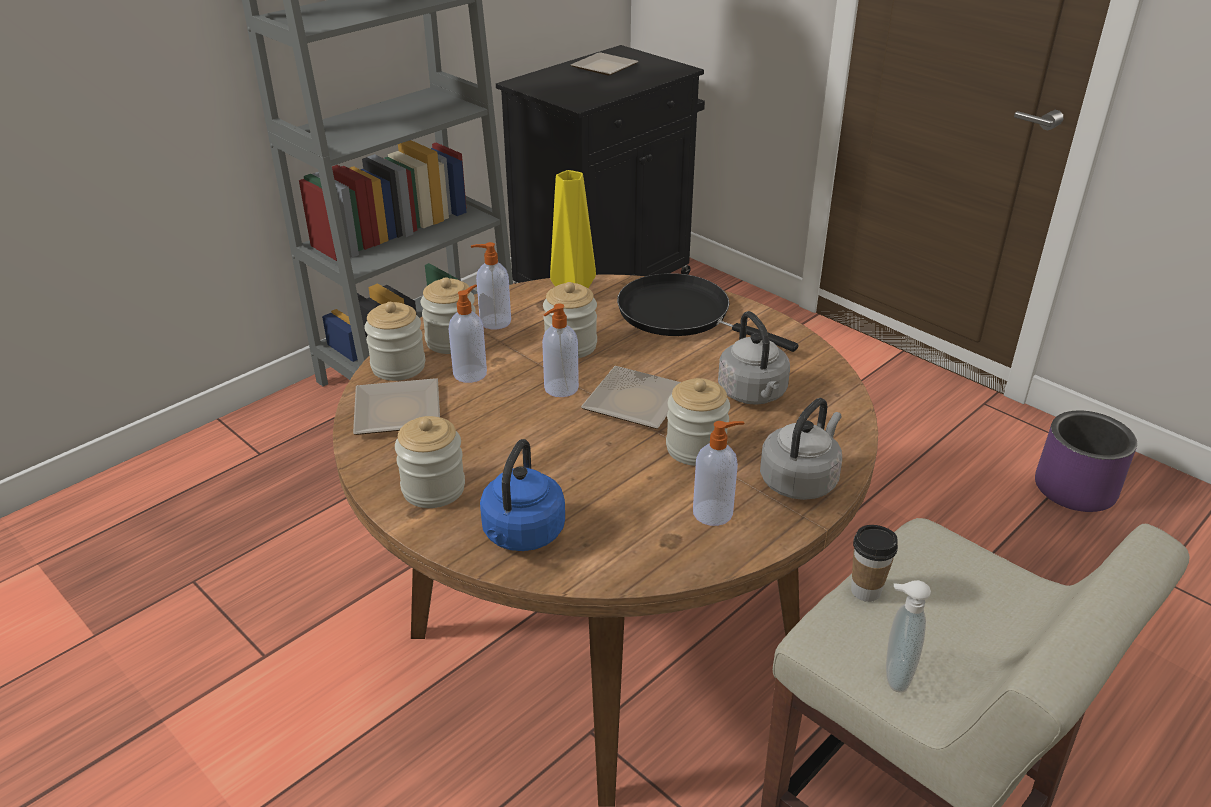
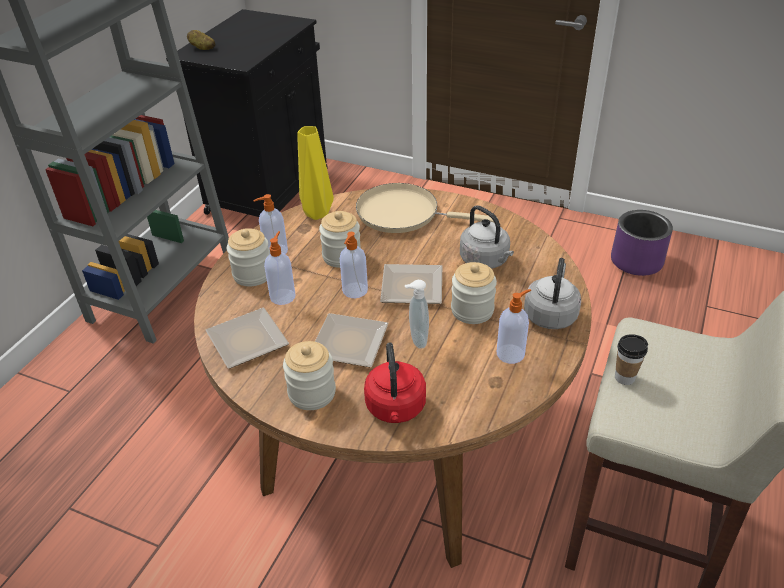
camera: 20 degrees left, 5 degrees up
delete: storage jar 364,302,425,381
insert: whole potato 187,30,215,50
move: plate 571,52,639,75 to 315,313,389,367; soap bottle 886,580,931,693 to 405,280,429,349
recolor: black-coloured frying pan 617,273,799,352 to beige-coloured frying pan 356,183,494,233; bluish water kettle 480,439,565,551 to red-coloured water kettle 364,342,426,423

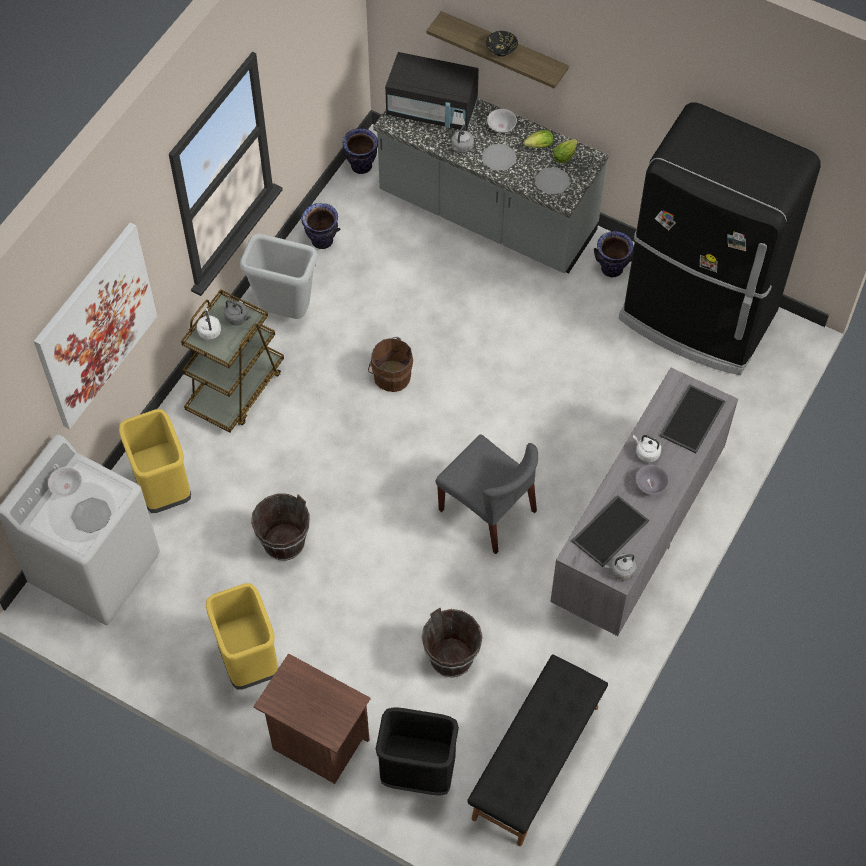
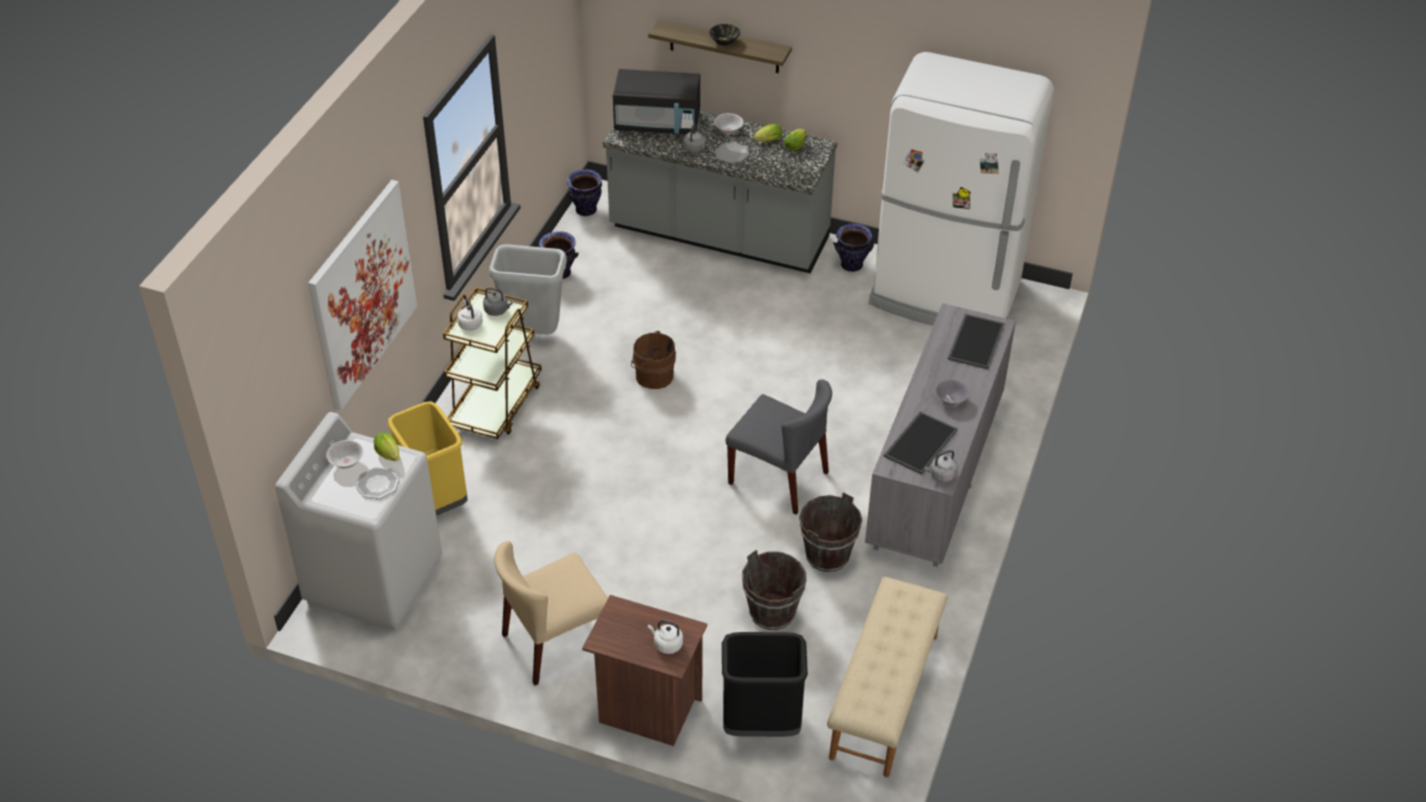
camera: 10 degrees left, 15 degrees down
delete: plate 535,167,570,195
insert: lettuce head 374,432,400,461
move: white water kettle 633,435,661,462 to 648,620,683,654; brown-coloured pail 251,493,310,560 to 799,492,862,572
replace: yellow trash can 206,583,278,690 to beige-coloured upright chair 494,541,608,686
recolor: black-coloured long seat 467,654,608,846 to beige-coloured long seat 827,577,948,777; black-coloured fridge 619,102,821,375 to white fridge 869,52,1054,326

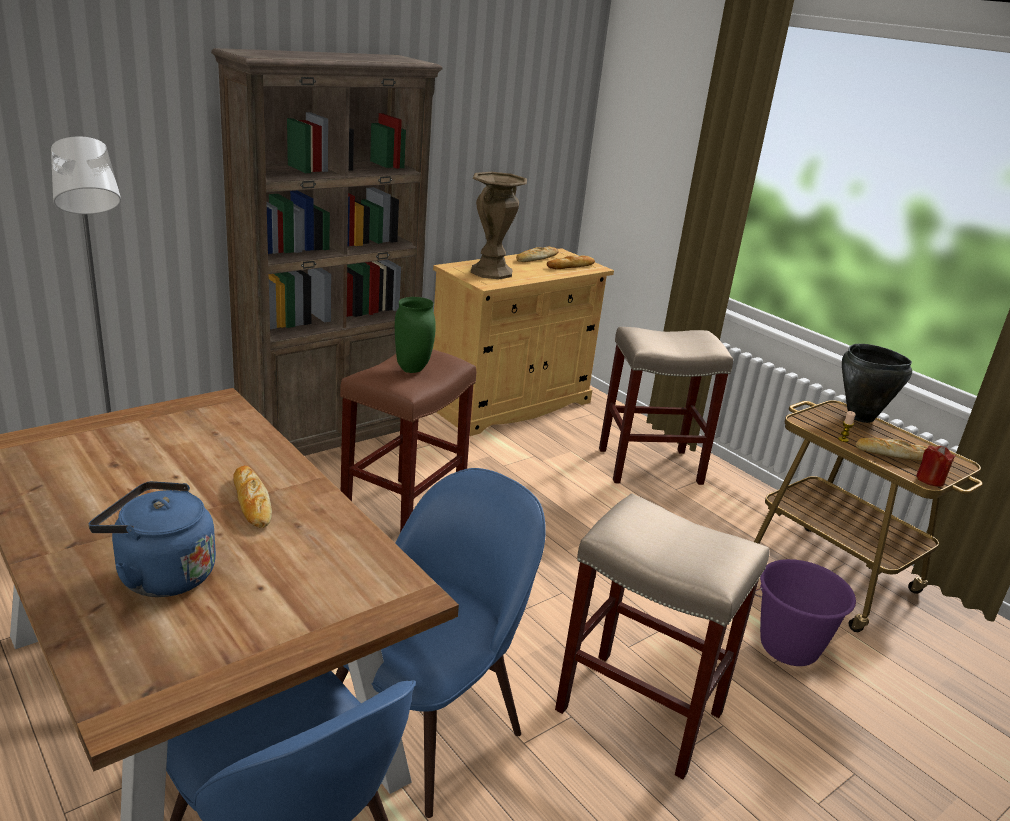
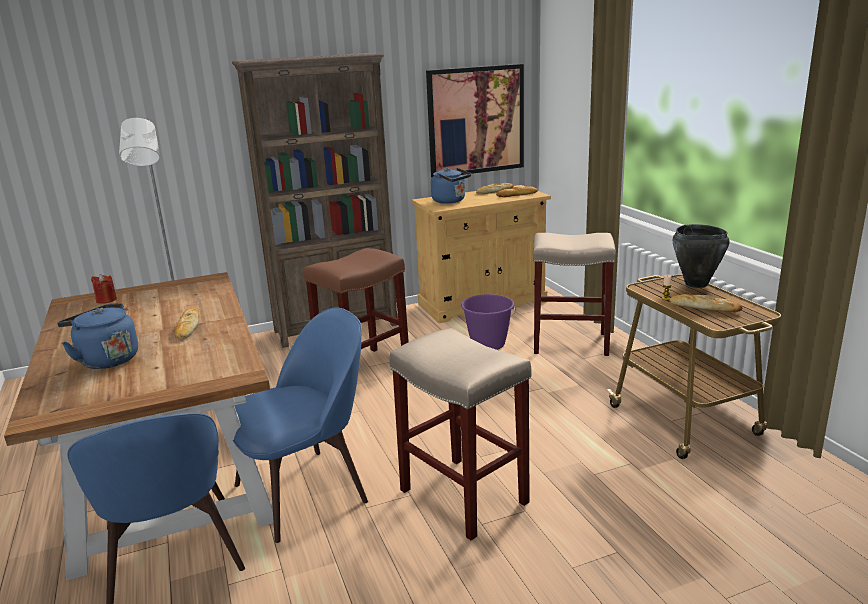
camera: 20 degrees right, 5 degrees down
delete: green-coloured flower vase 395,297,436,373
insert: picture 426,64,524,178
move: red-coloured wax candle 916,445,956,487 to 91,274,117,304; purplish pail 755,559,856,666 to 461,294,516,350
replace: brown-coloured flower vase 471,172,527,279 to bluish water kettle 431,168,471,204

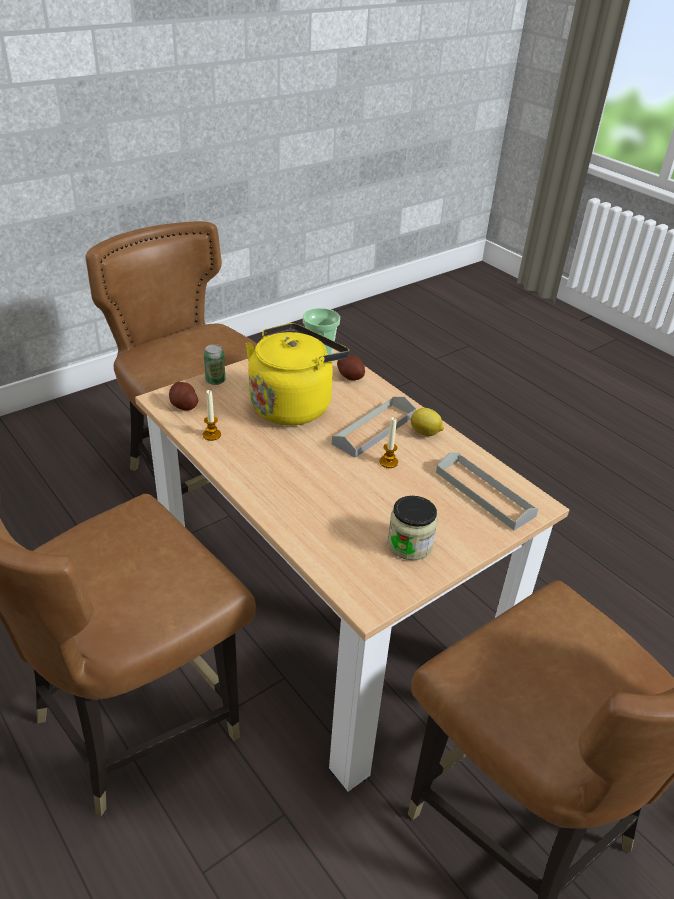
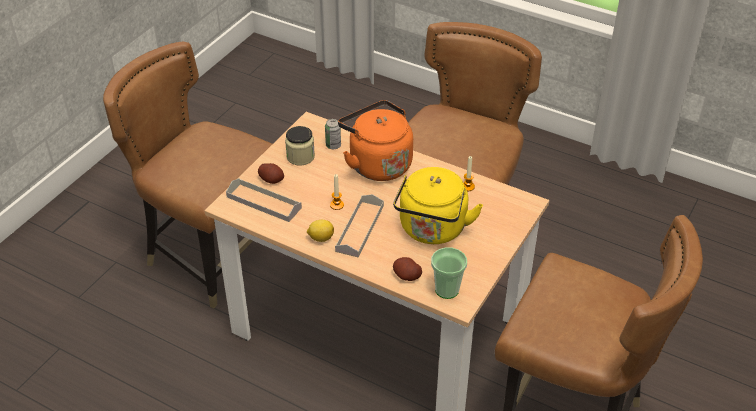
camera: 160 degrees right, 5 degrees up
insert: orange water kettle 338,100,413,181
move: whole potato 169,382,198,410 to 258,163,284,184; sealed can 204,344,225,385 to 325,119,341,149

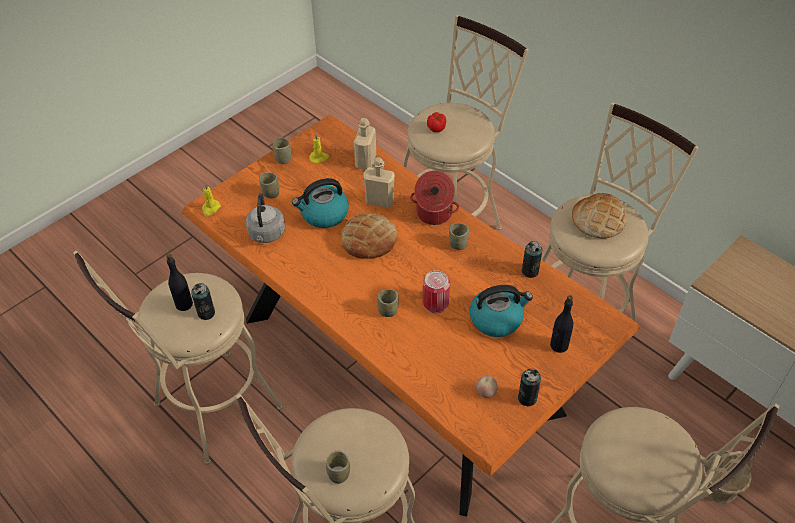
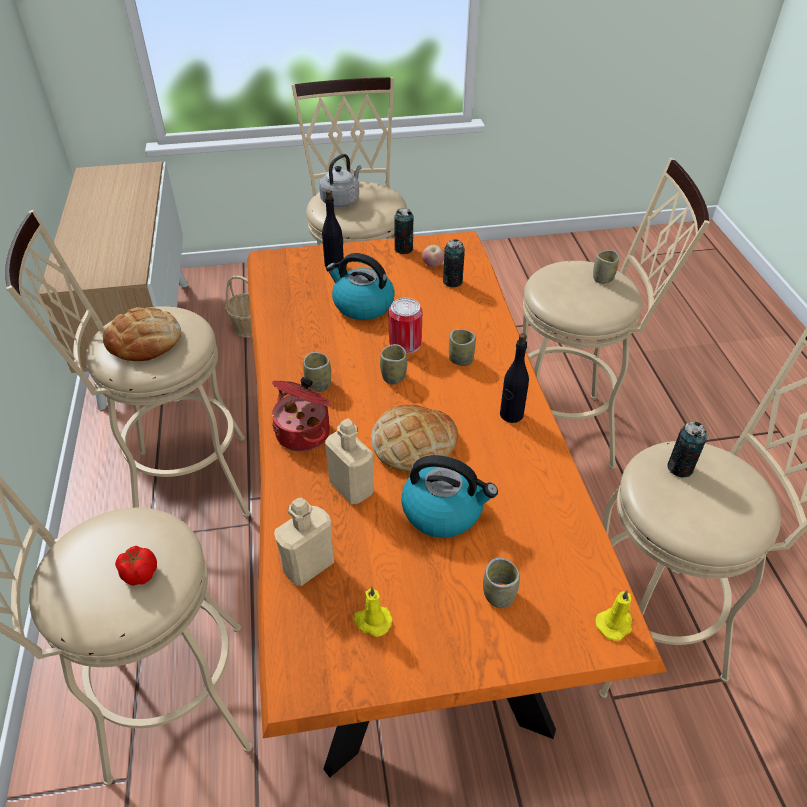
camera: 145 degrees left, 5 degrees down
move: gray water kettle 246,194,285,243 to 319,154,362,207; cup 273,137,291,164 to 380,344,407,385; sealed can 521,241,542,278 to 443,239,465,288; black-coloured beverage bottle 166,254,193,311 to 500,333,529,423

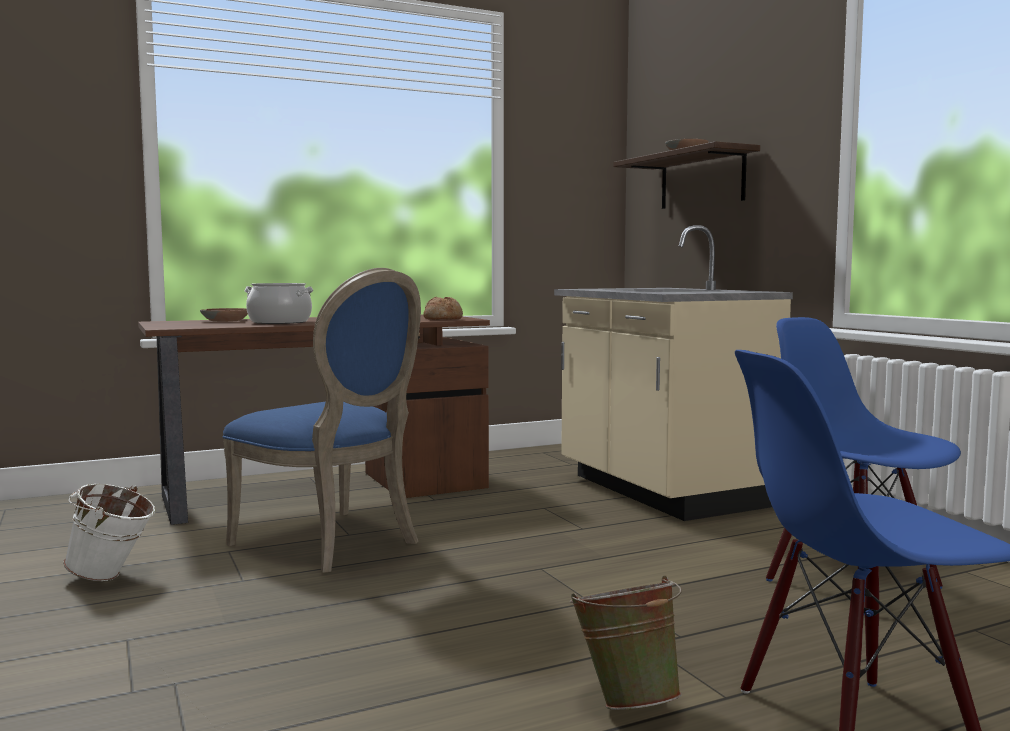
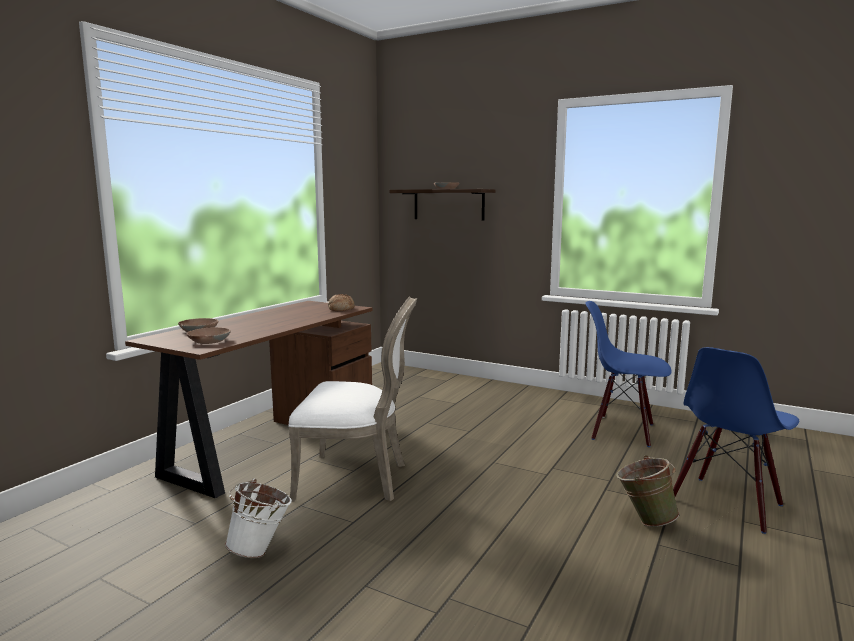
camera: 35 degrees left, 5 degrees up
delete: saucepot 244,283,314,324; beige-coloured kitchen counter 554,225,793,521
insert: brown-coloured deep dish 187,327,231,344
recolor: bluish upright chair 222,268,421,573 to white upright chair 288,296,417,502

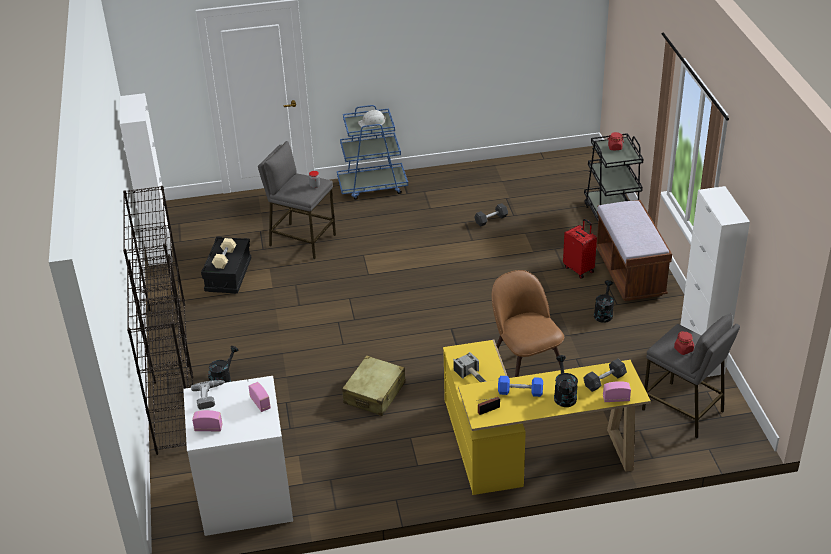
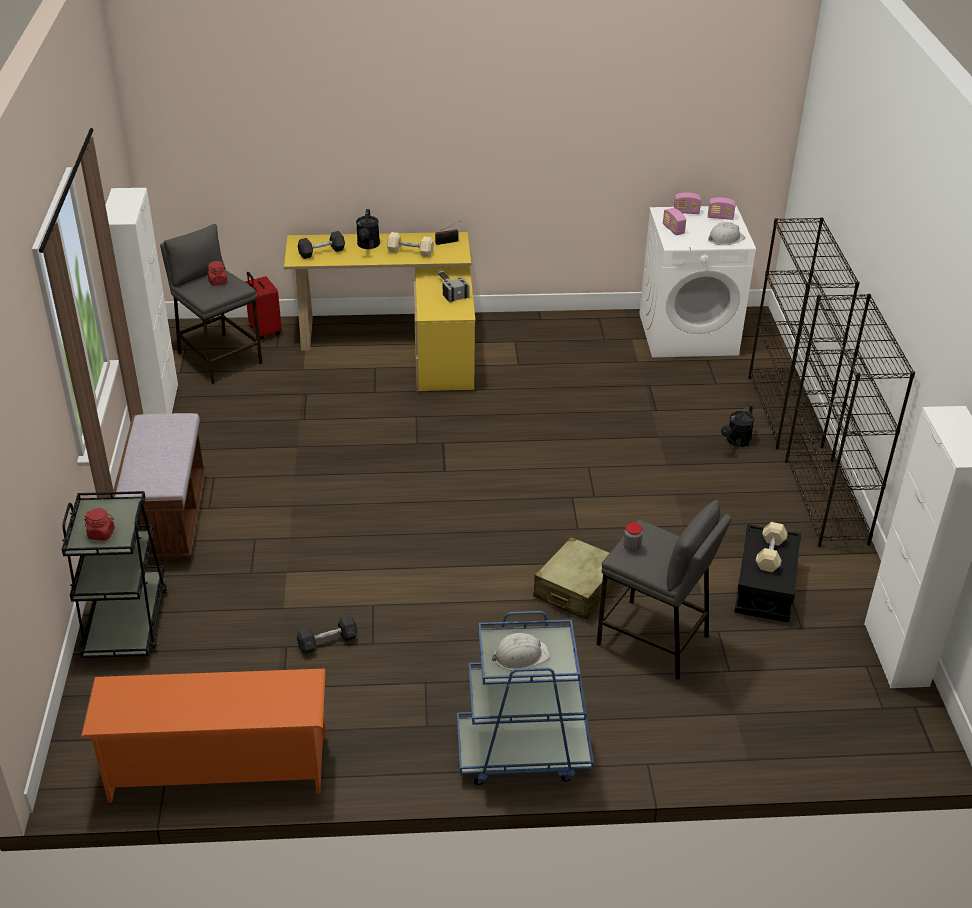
camera: 175 degrees left, 0 degrees up
delete: brown-coloured upright chair 492,270,564,377; black-coloured watering can 594,280,614,323
insert: orange shoe rack 81,669,326,803
move: red-coloured travel case 563,219,597,279 to 245,272,282,340; beige-coloured travel case 342,355,406,416 to 533,537,618,620; radio set 603,381,631,402 to 674,192,701,214
replace: drill 191,380,225,410 to white hard hat 708,222,746,245
recolor: bluish free weight 498,376,543,397 to beige-coloured free weight 387,232,434,257

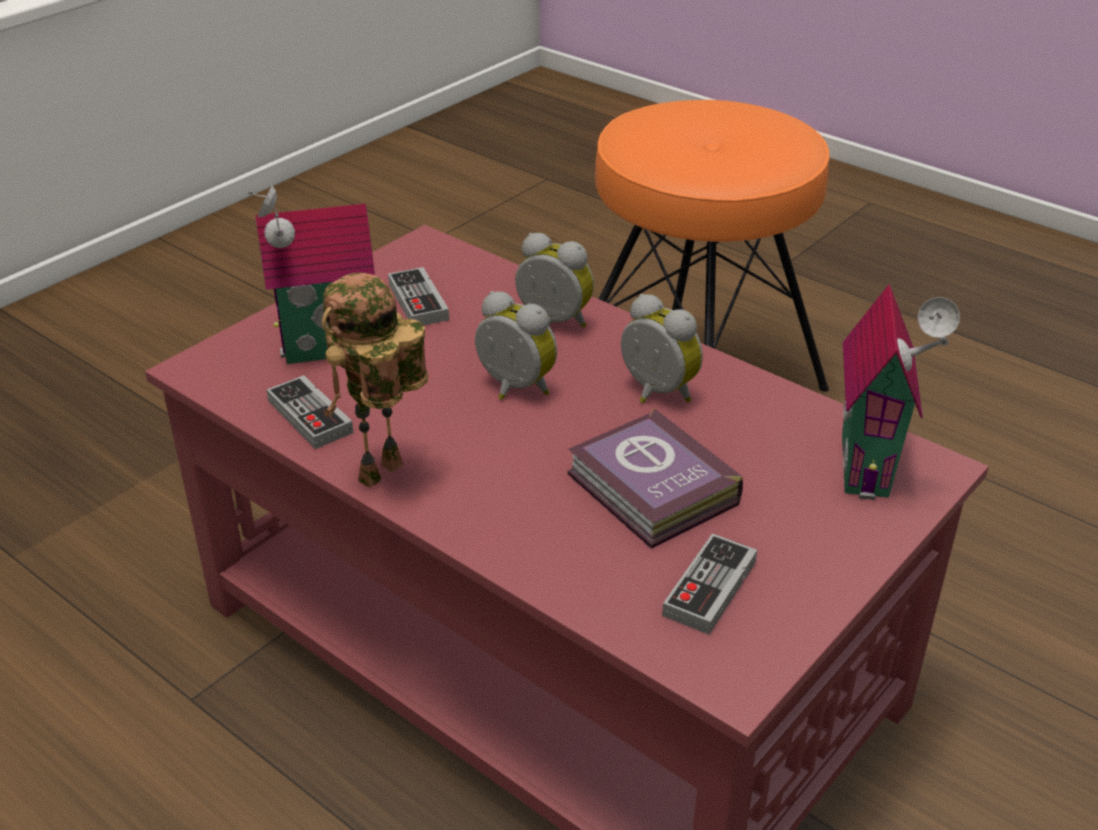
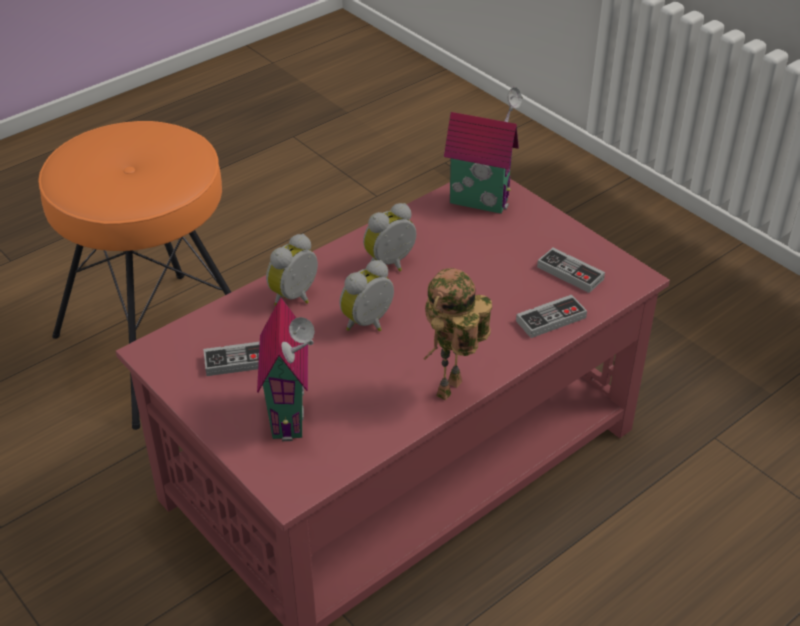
camera: 80 degrees left, 5 degrees up
delete: bound book 567,408,743,549
move: game controller 267,375,353,449 to 516,295,587,338
rotate: robot figure 322,273,428,488 = 424,268,492,401 75 degrees clockwise

